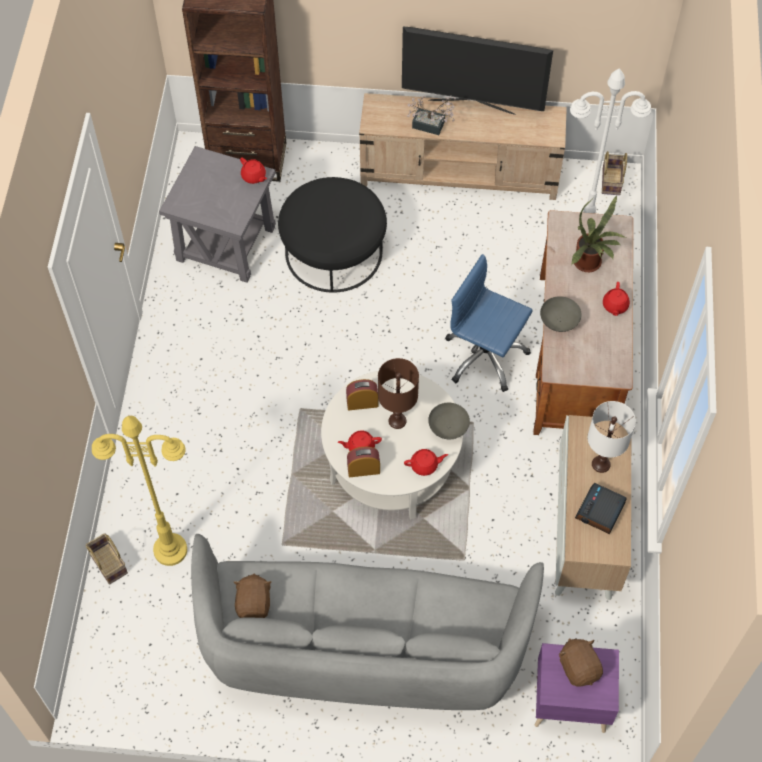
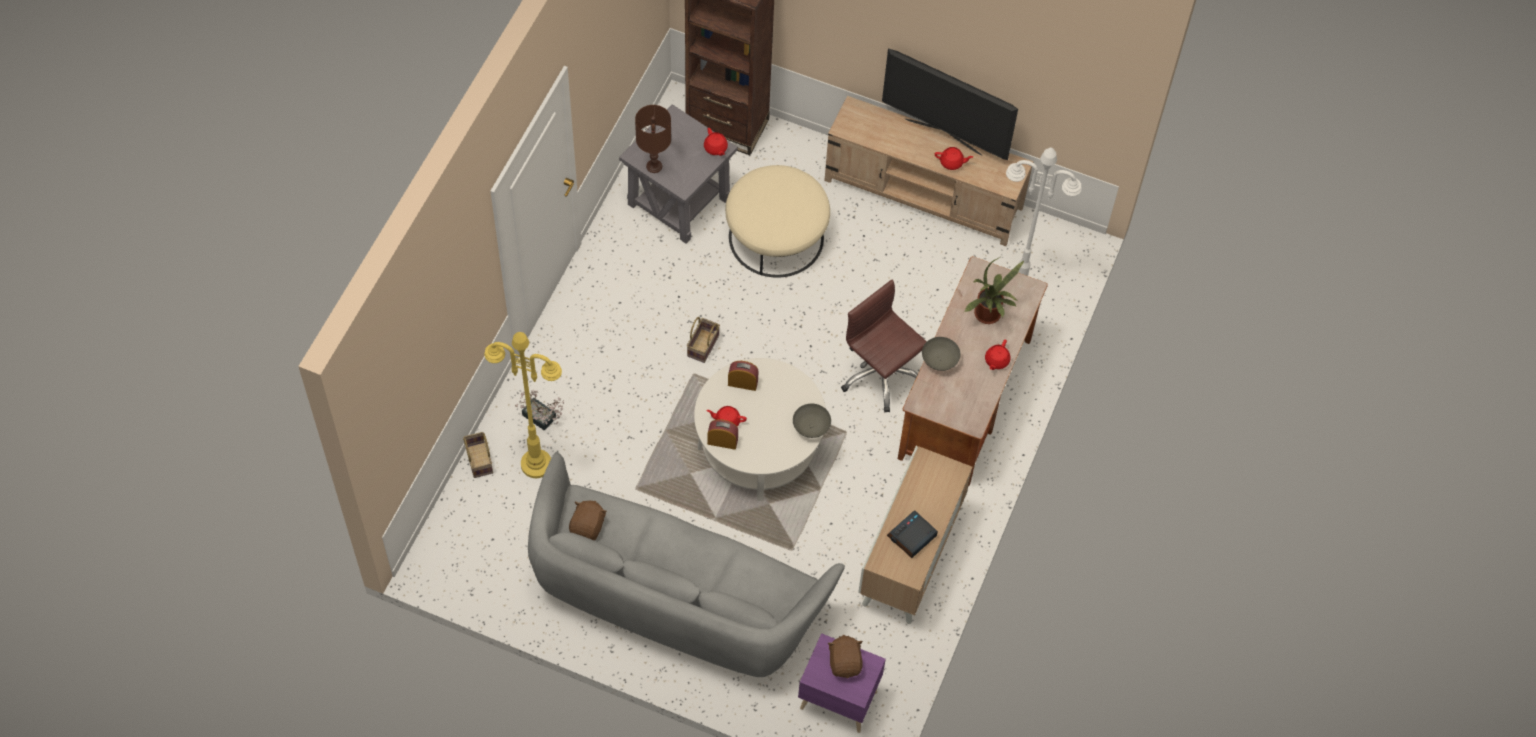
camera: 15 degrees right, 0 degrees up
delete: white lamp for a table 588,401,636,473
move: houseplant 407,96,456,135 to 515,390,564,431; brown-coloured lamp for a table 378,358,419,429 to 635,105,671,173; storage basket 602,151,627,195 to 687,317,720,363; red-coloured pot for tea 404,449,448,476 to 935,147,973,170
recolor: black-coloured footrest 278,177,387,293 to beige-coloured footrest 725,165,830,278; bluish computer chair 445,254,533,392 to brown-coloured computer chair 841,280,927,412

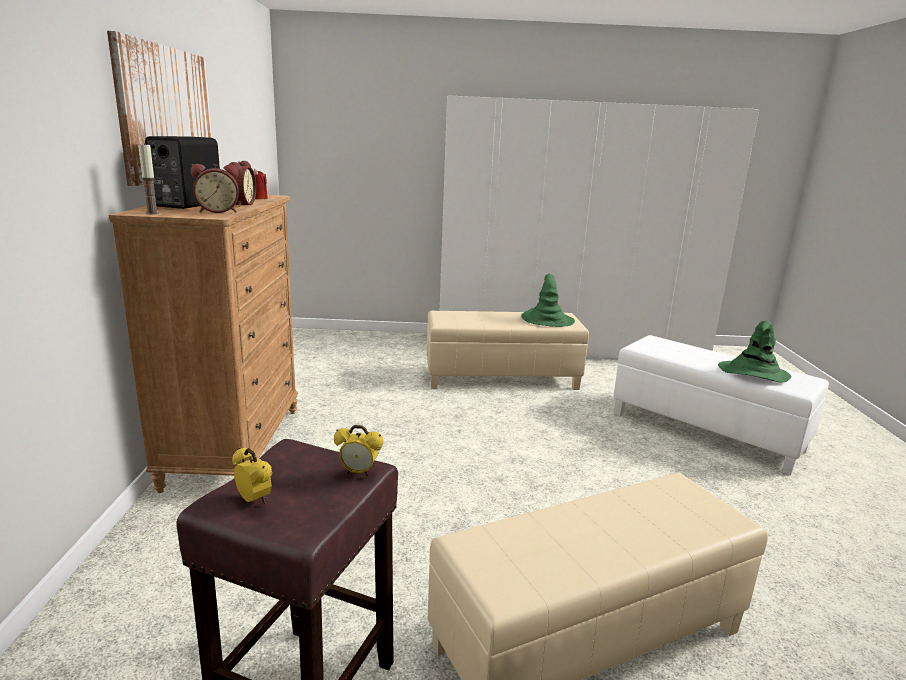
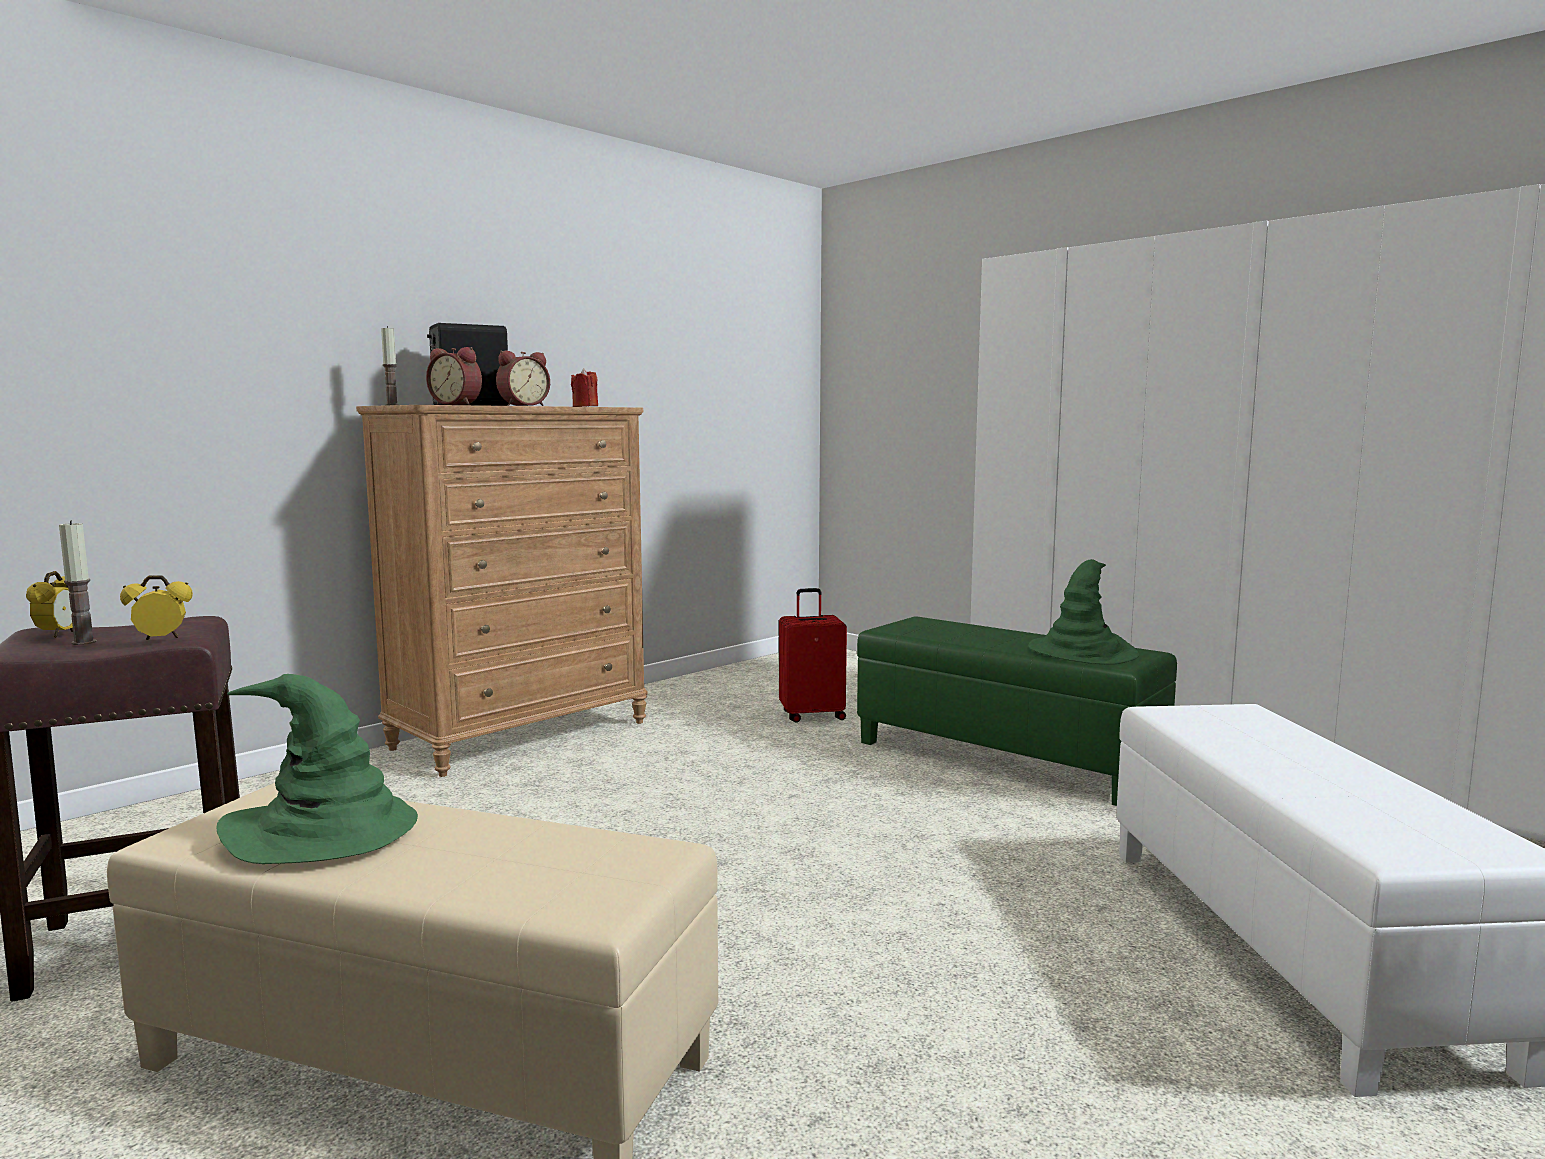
camera: 45 degrees right, 10 degrees down
delete: picture 107,31,212,186
insert: wax candle 59,520,97,645; red-coloured travel case 779,588,847,723
move: green-coloured wearable hat 718,321,791,383 to 217,674,418,864
recolor: beige-coloured footrest 427,311,589,390 to green-coloured footrest 857,616,1177,806
rotate: alarm clock 334,425,384,476 = 120,575,193,640 105 degrees clockwise

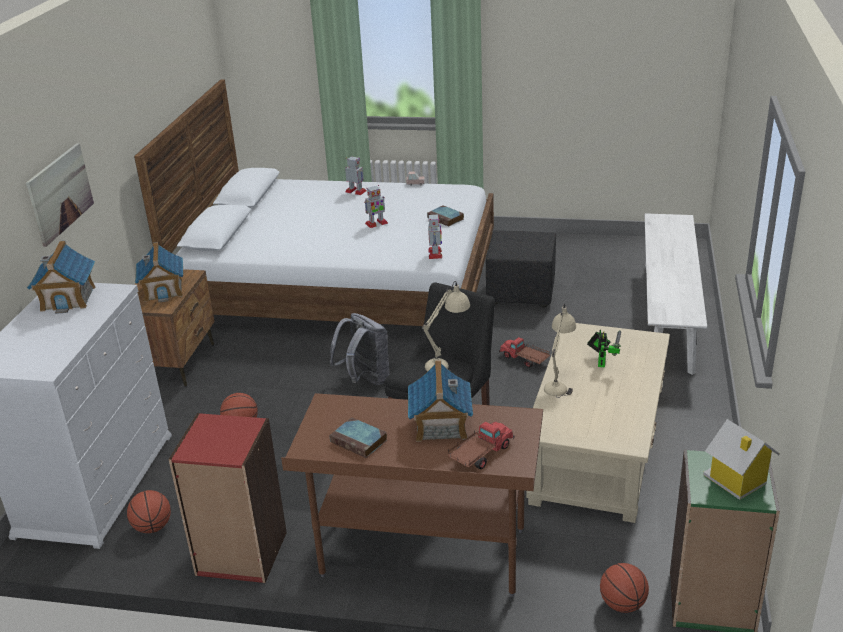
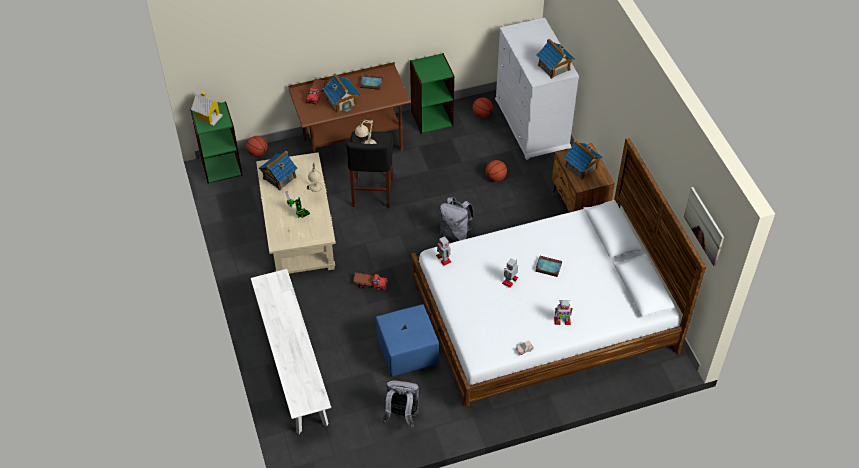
camera: 150 degrees right, 20 degrees up
insert: model house 259,151,298,191; gray backpack 383,380,420,428
move: bound book 427,205,464,226 to 535,256,562,277; picture 26,143,94,247 to 684,187,724,266
recolor: black-coloured footrest 486,230,556,307 to bluish footrest 376,304,439,376; red-coloured bookcase 168,413,287,583 to green-coloured bookcase 410,53,454,133

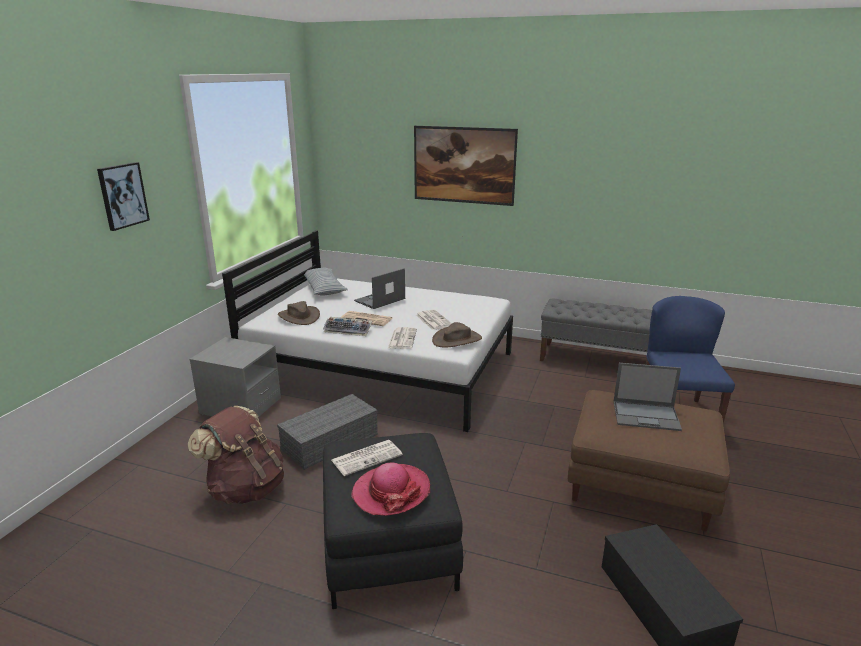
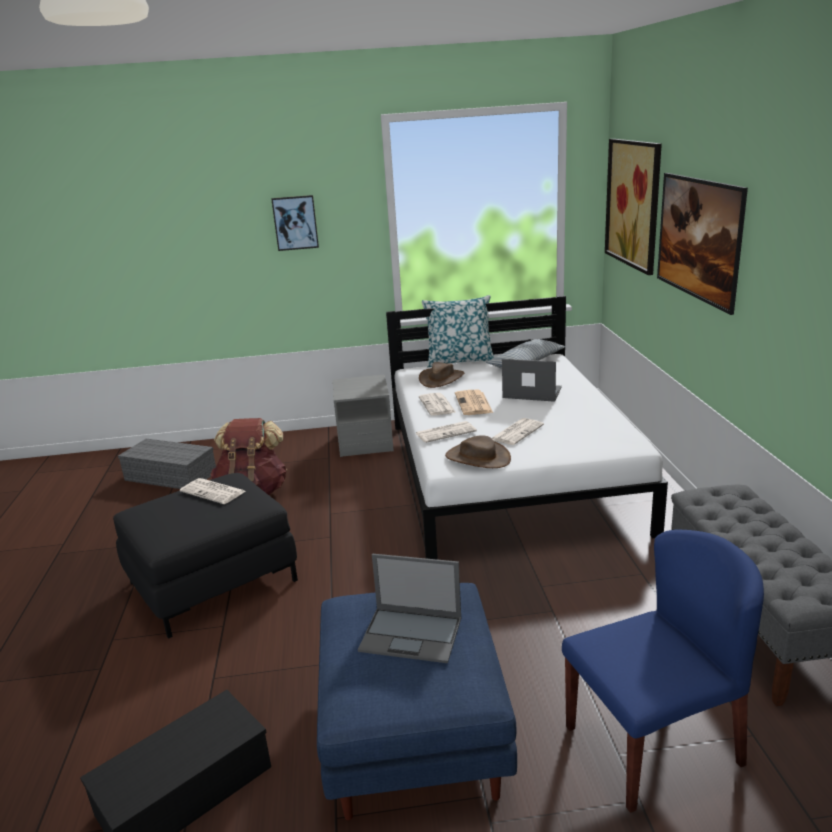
camera: 65 degrees right, 0 degrees up
delete: wearable hat 351,462,430,516
insert: pillow 422,295,494,367; picture 605,139,662,275
move: gray storage container 277,394,378,470 to 118,439,216,489
replace: keyboard 323,317,372,336 to newspaper 419,393,456,416
recolor: brown-coloured footrest 568,390,730,531 to bluish footrest 317,583,517,820
rotate: portable computer 613,363,682,431 = 358,554,461,663 60 degrees counterclockwise

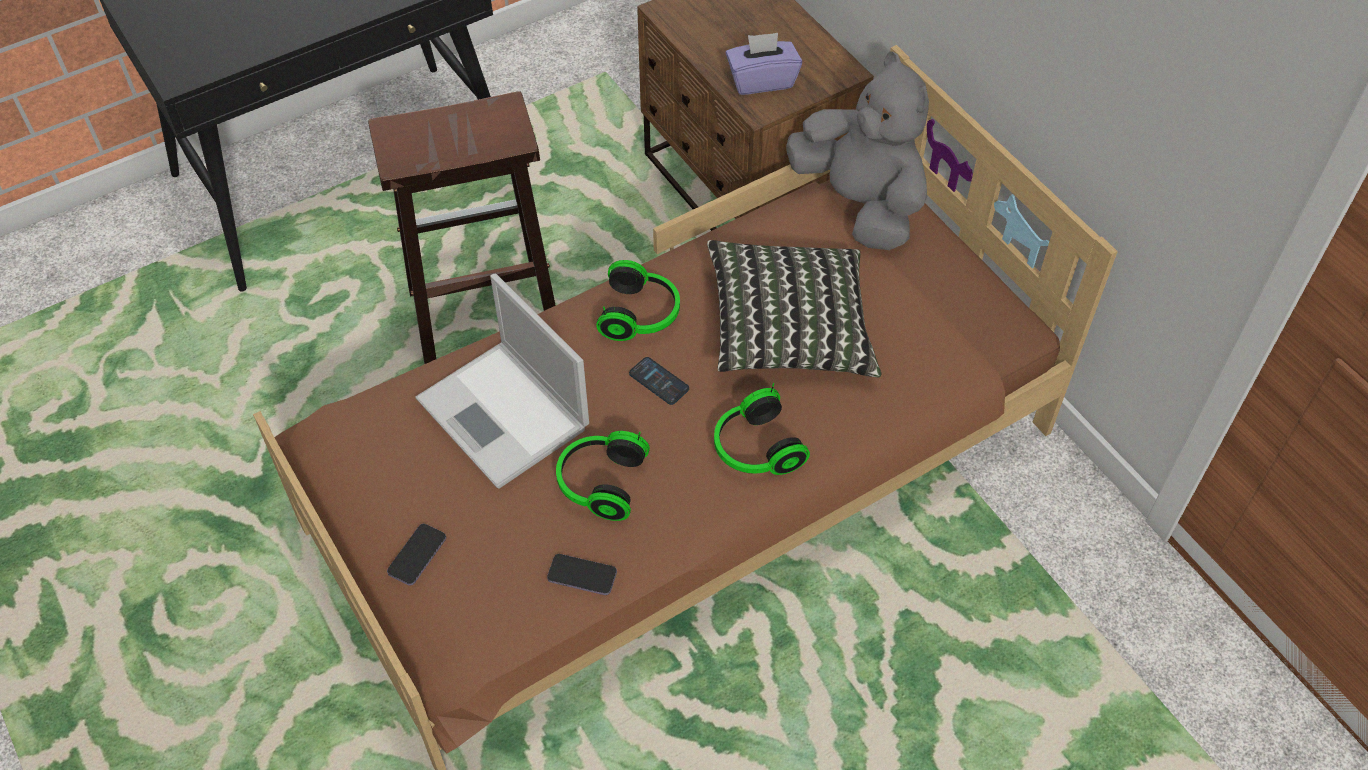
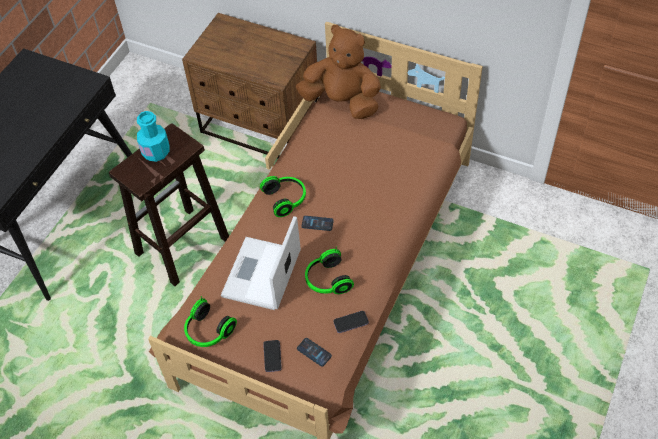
camera: 30 degrees left, 0 degrees up
delete: pillow 707,240,881,377; purplish tissue box 726,33,802,95
insert: turquoise-coloured beverage bottle 137,111,170,162; telephone 297,338,332,367
move: headphones 714,383,810,475 to 184,296,237,347
recolor: gray plush toy 786,51,929,250 to brown-coloured plush toy 296,25,381,119
rotate: portable computer 415,273,589,489 = 221,216,301,310 90 degrees clockwise

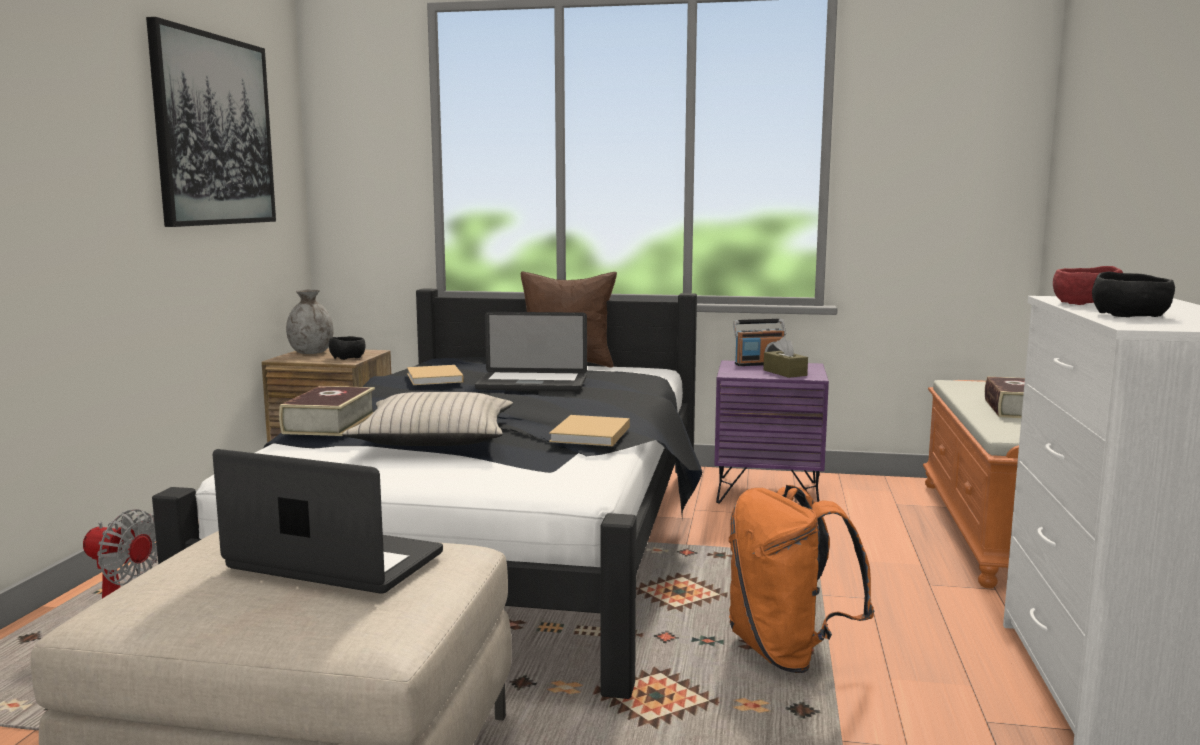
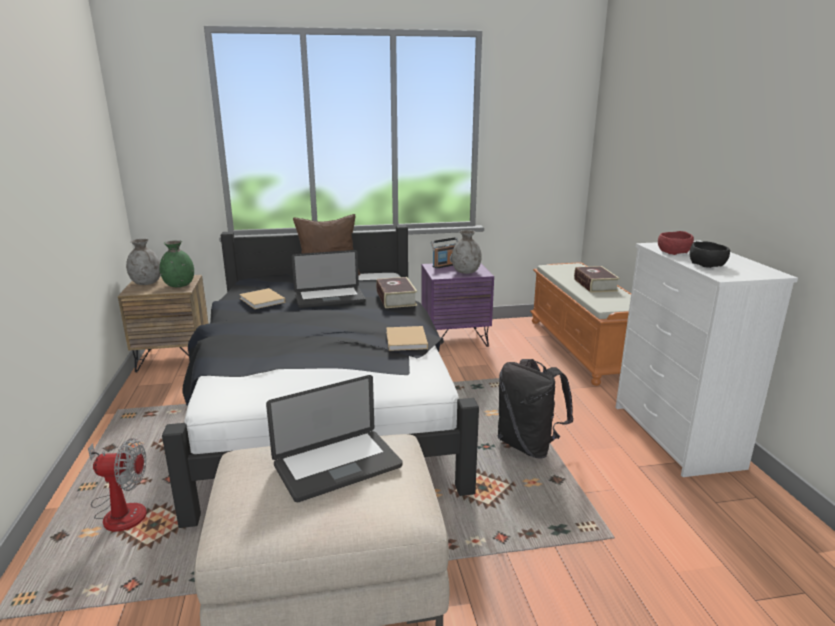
camera: 20 degrees left, 10 degrees up
delete: picture 146,17,276,227; beige-coloured pillow 343,392,513,446
move: bound book 279,386,375,436 to 376,277,417,308
replace: black-coloured deep dish 329,336,366,360 to green-coloured flower vase 160,240,194,287; brown-coloured tissue box 763,337,808,378 to gray flower vase 452,230,482,274
recolor: orange backpack 729,485,874,673 to black-coloured backpack 498,359,574,458
rotate: portable computer 213,449,443,594 = 266,375,403,502 150 degrees clockwise

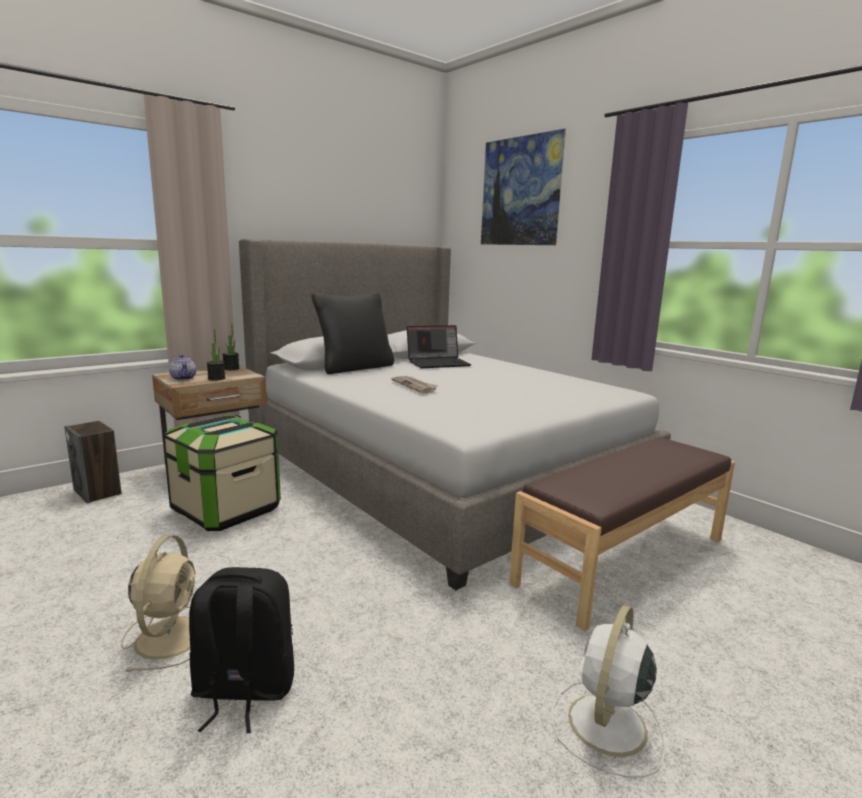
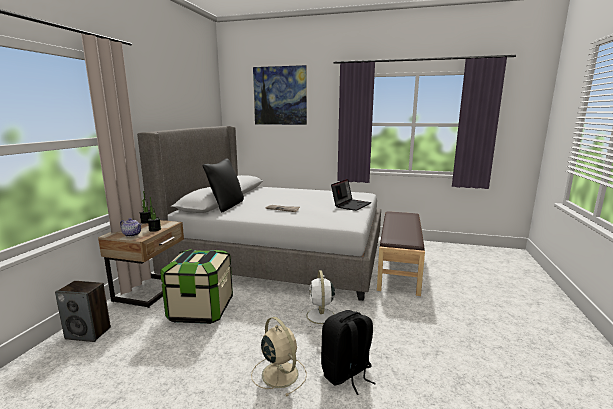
camera: 35 degrees left, 0 degrees up
move: white electric fan 551,605,665,778 to 301,270,339,329; portable computer 407,325,471,368 to 331,179,371,211

